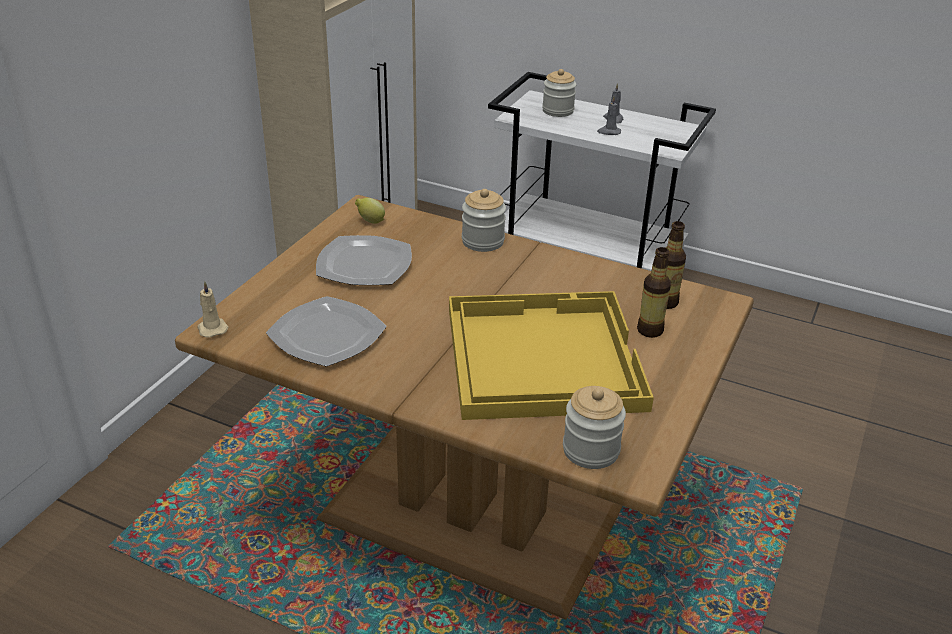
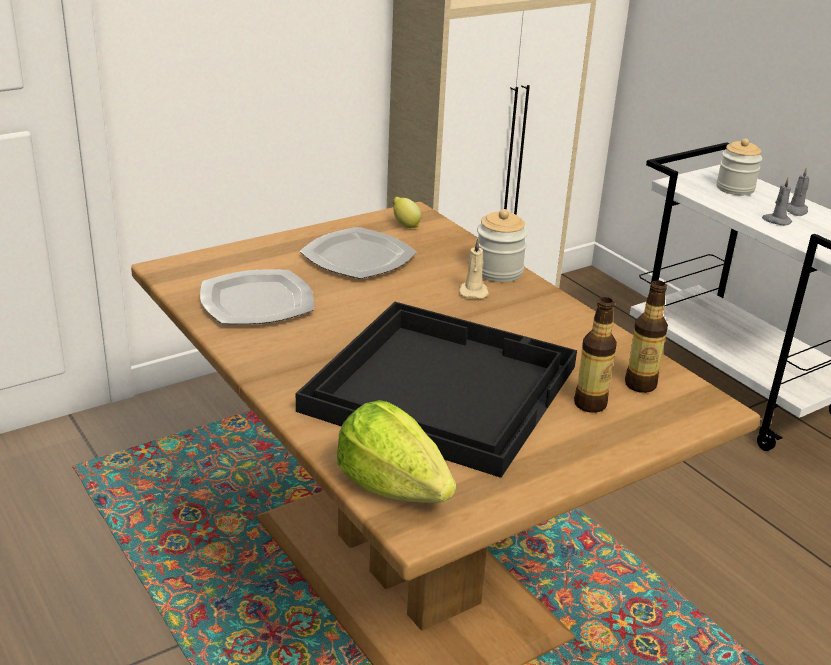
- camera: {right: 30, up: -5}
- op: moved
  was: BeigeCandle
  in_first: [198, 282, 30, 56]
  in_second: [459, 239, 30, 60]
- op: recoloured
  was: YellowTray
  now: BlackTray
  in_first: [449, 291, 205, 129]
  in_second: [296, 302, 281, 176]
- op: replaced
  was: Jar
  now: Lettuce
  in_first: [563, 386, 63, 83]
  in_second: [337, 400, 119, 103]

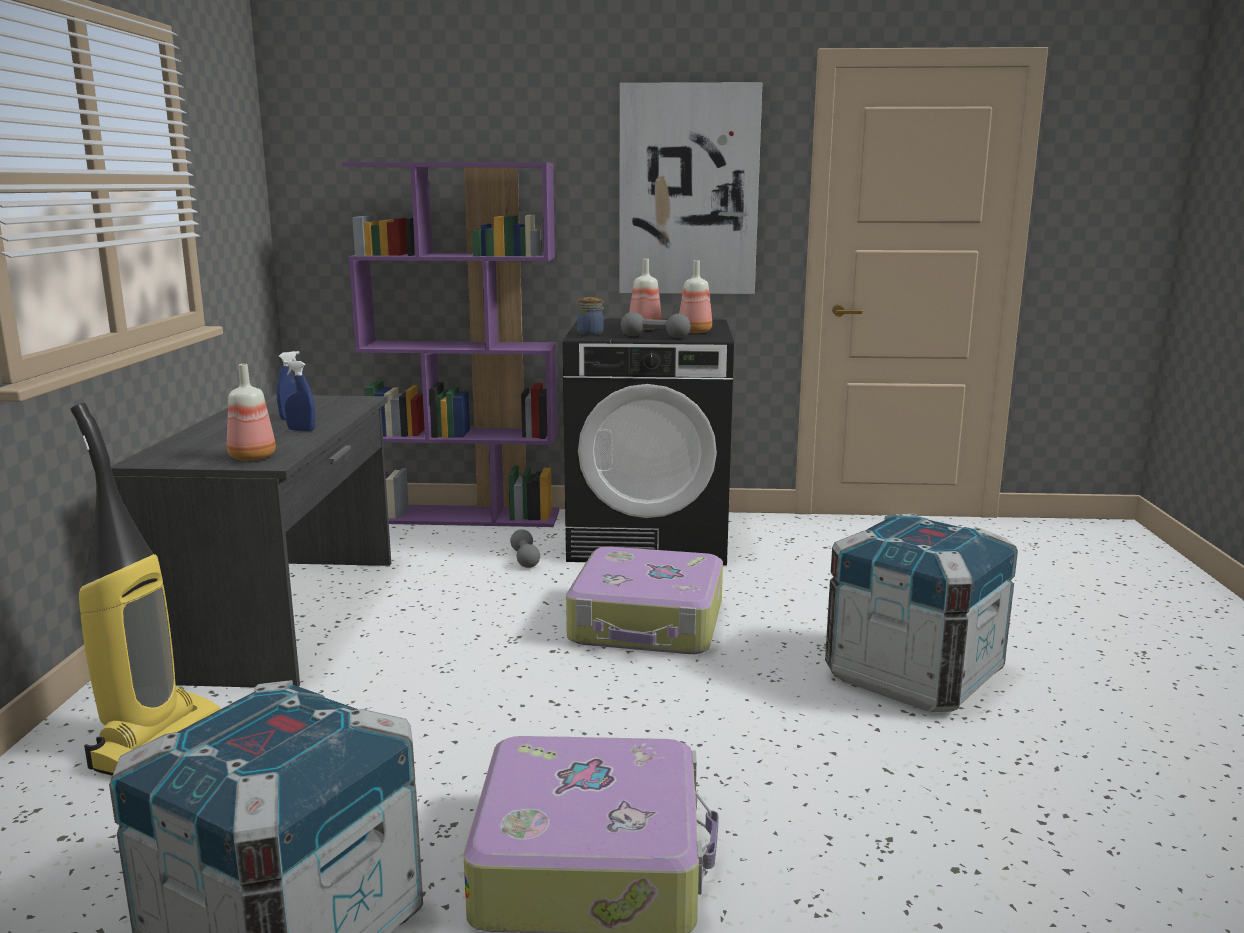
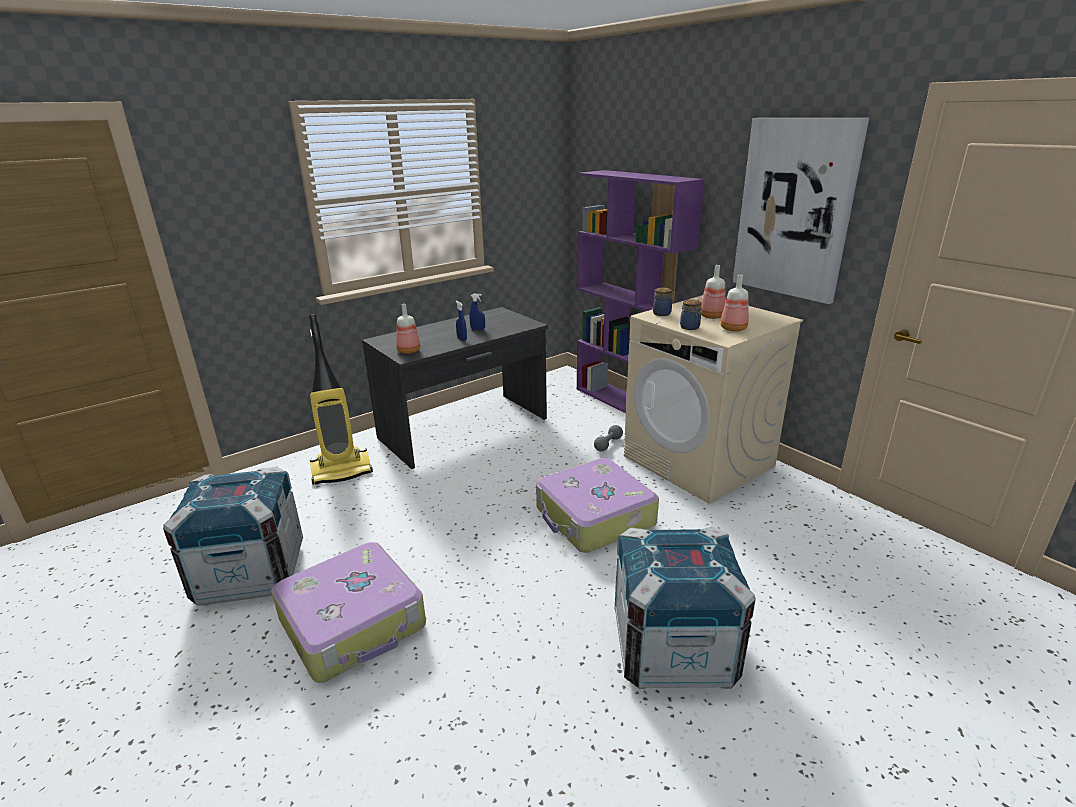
- camera: {right: 50, up: 10}
- op: replaced
  was: GreyDumbbell
  now: Jar
  in_first: [621, 312, 70, 26]
  in_second: [680, 299, 22, 31]
- op: recoloured
  was: BlackWashingMachine
  now: BeigeWashingMachine
  in_first: [563, 319, 171, 246]
  in_second: [624, 295, 179, 209]

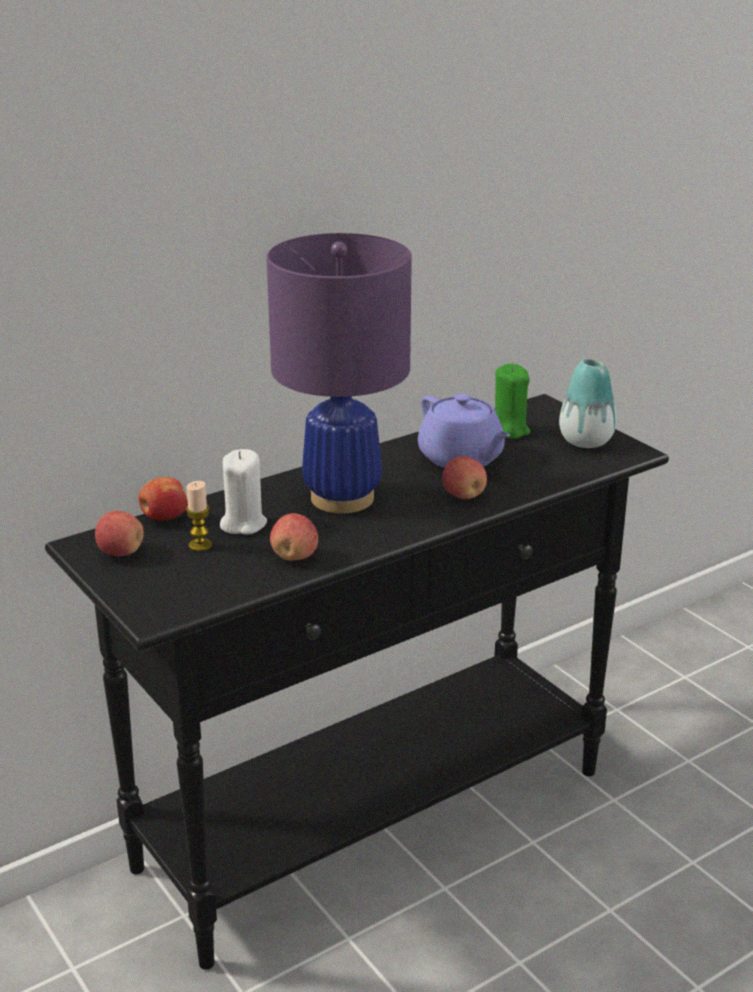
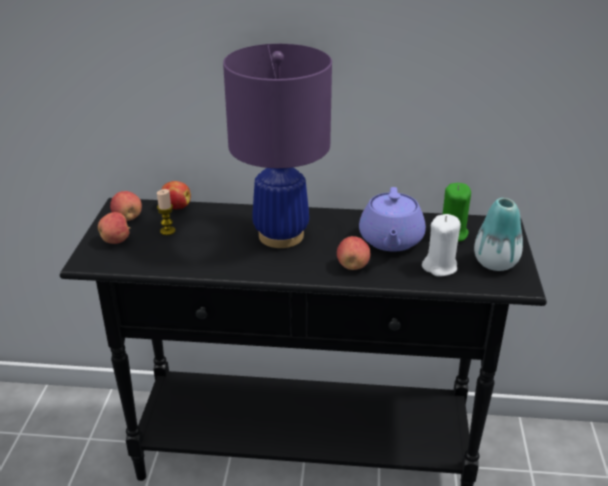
- camera: {right: 40, up: 5}
- op: moved
  was: WhiteCandle
  in_first: [220, 449, 47, 86]
  in_second: [422, 214, 39, 62]
- op: moved
  was: Apple
  in_first: [270, 513, 48, 48]
  in_second: [98, 212, 32, 32]

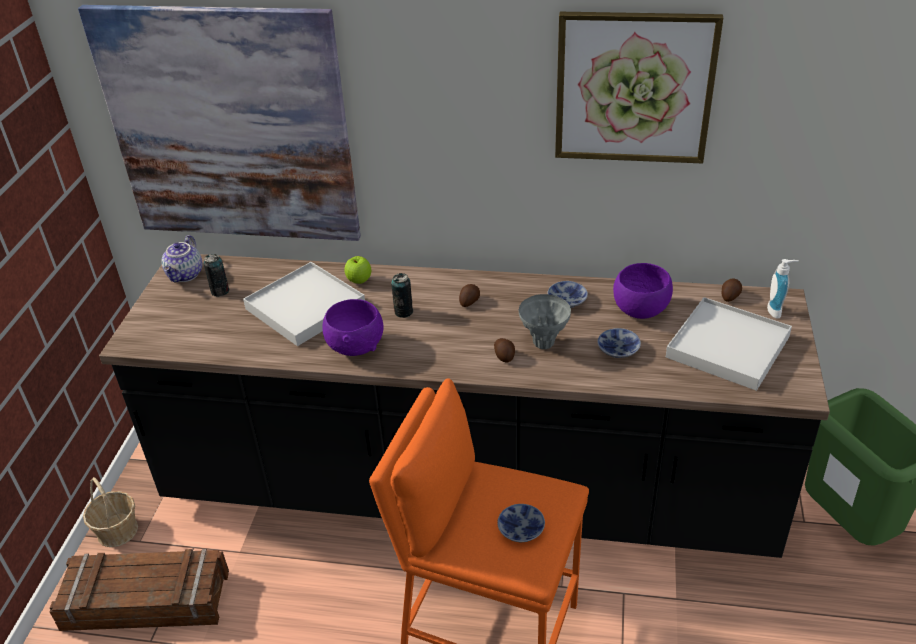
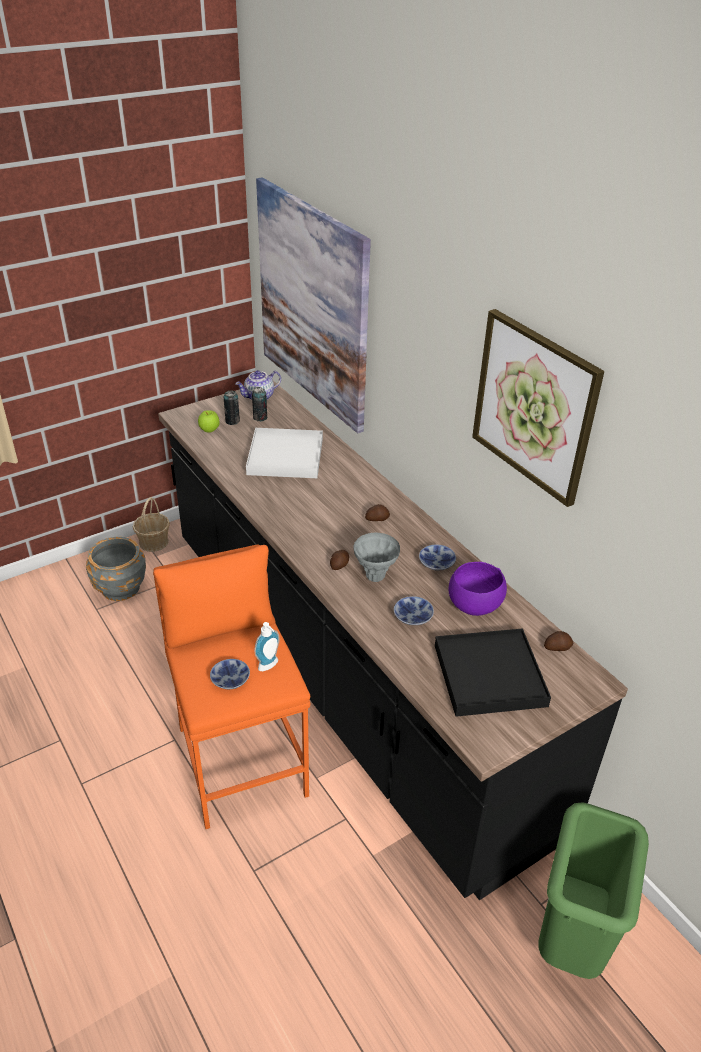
- camera: {right: 45, up: 0}
- op: moved
  was: Apple
  in_first: [345, 256, 26, 28]
  in_second: [198, 410, 22, 23]
- op: moved
  was: SoapDispenser
  in_first: [767, 259, 32, 60]
  in_second: [254, 622, 26, 49]
- op: moved
  was: Can
  in_first: [391, 273, 22, 45]
  in_second: [224, 391, 16, 34]
- op: recoloured
  was: WhiteTray
  now: BlackTray
  in_first: [666, 297, 126, 94]
  in_second: [435, 629, 116, 88]
- op: removed
  was: PurpleBowl
  in_first: [322, 299, 62, 57]
- op: replaced
  was: Crate
  now: GreyPlanter
  in_first: [50, 549, 179, 82]
  in_second: [86, 537, 60, 64]

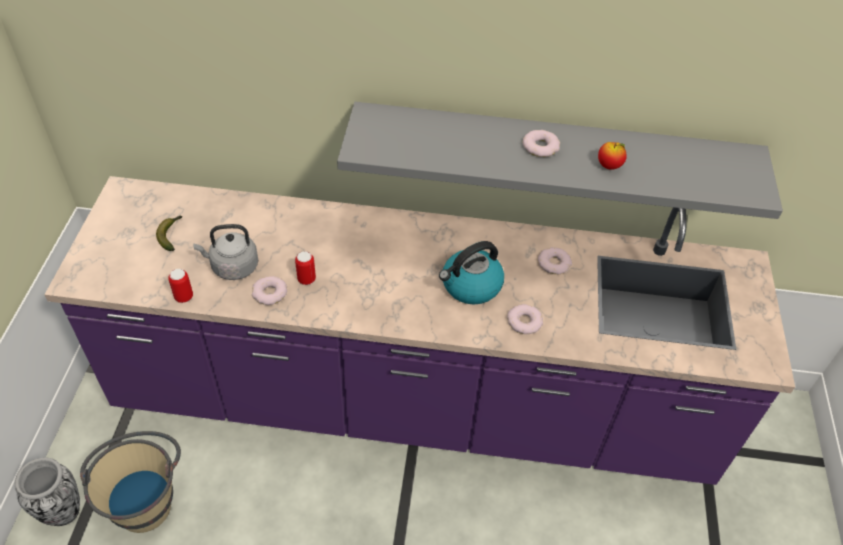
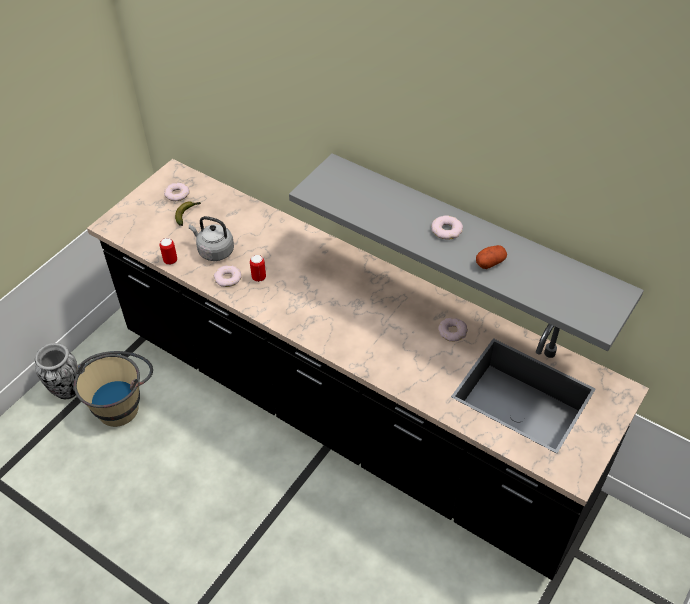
- camera: {right: 30, up: 0}
- op: replaced
  was: Apple
  now: Potato
  in_first: [598, 142, 29, 28]
  in_second: [476, 245, 31, 24]
- op: recoloured
  was: PurpleCounter
  now: BlackCounter
  in_first: [44, 176, 751, 309]
  in_second: [87, 159, 562, 421]
- op: removed
  was: Kettle
  in_first: [439, 241, 65, 63]
- op: moved
  was: Donut
  in_first: [507, 304, 36, 30]
  in_second: [164, 183, 25, 18]

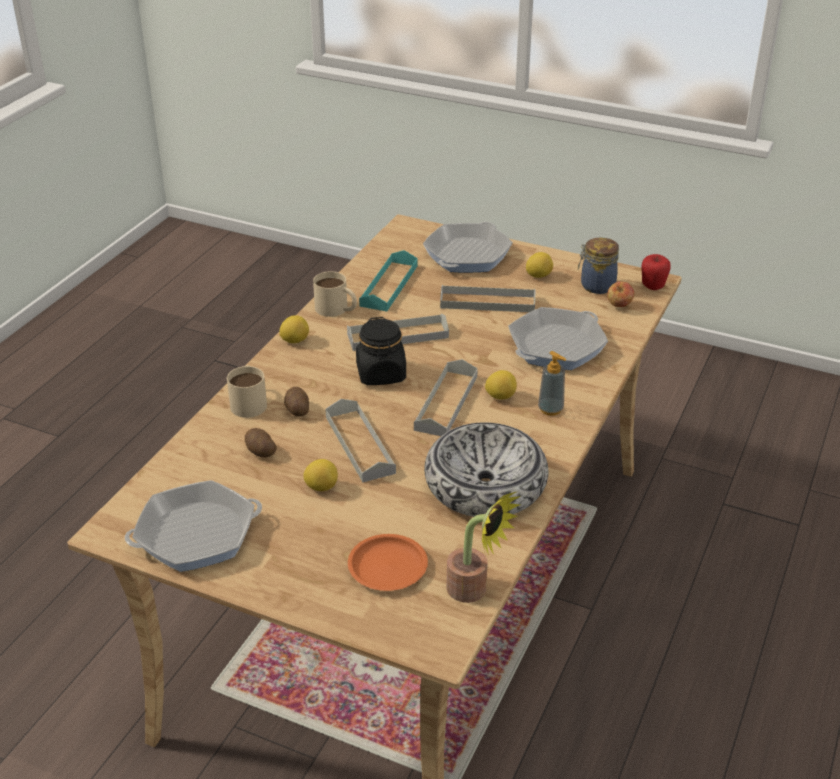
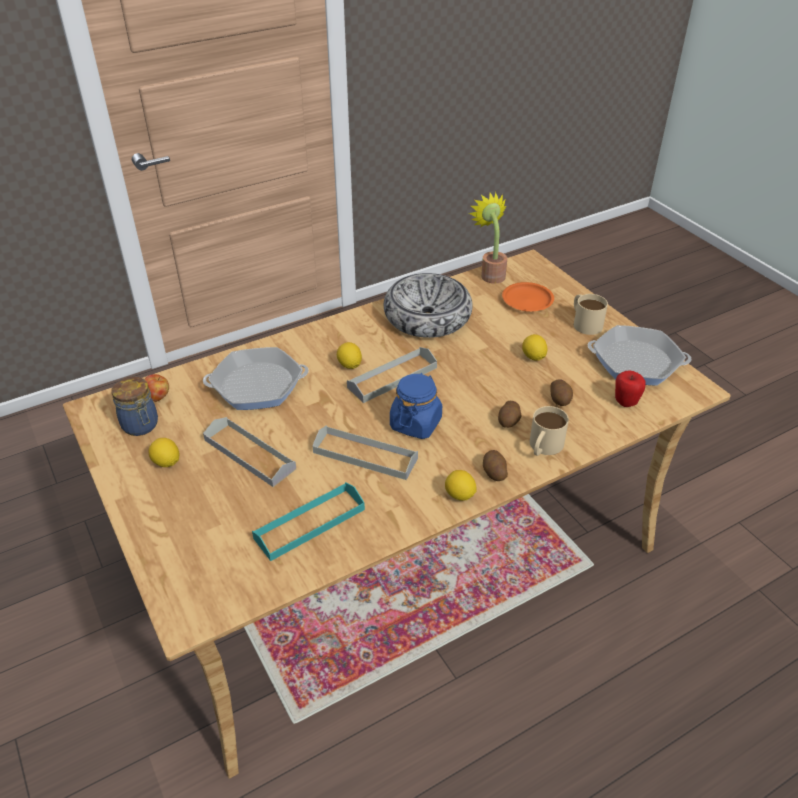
- camera: {right: -145, up: 5}
- op: removed
  was: FryingPan
  in_first: [423, 222, 90, 50]
- op: moved
  was: Apple
  in_first: [641, 254, 30, 36]
  in_second: [615, 370, 31, 37]
- op: moved
  was: BeigeMug
  in_first: [313, 271, 44, 46]
  in_second: [574, 294, 34, 41]
- op: recoloured
  was: BlackJar
  now: BlueJar
  in_first: [356, 317, 50, 68]
  in_second: [390, 373, 52, 66]
- op: removed
  was: SoapDispenser
  in_first: [538, 351, 29, 65]
- op: removed
  was: GreyTray
  in_first: [326, 399, 70, 83]
- op: added
  now: Potato
  in_second: [483, 450, 25, 31]

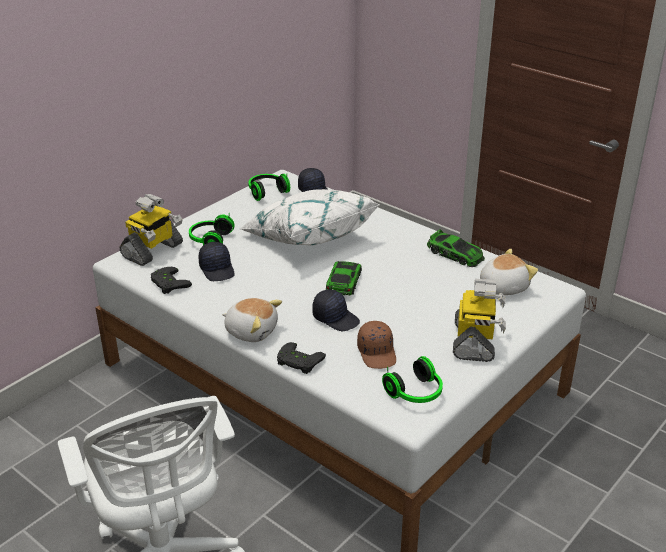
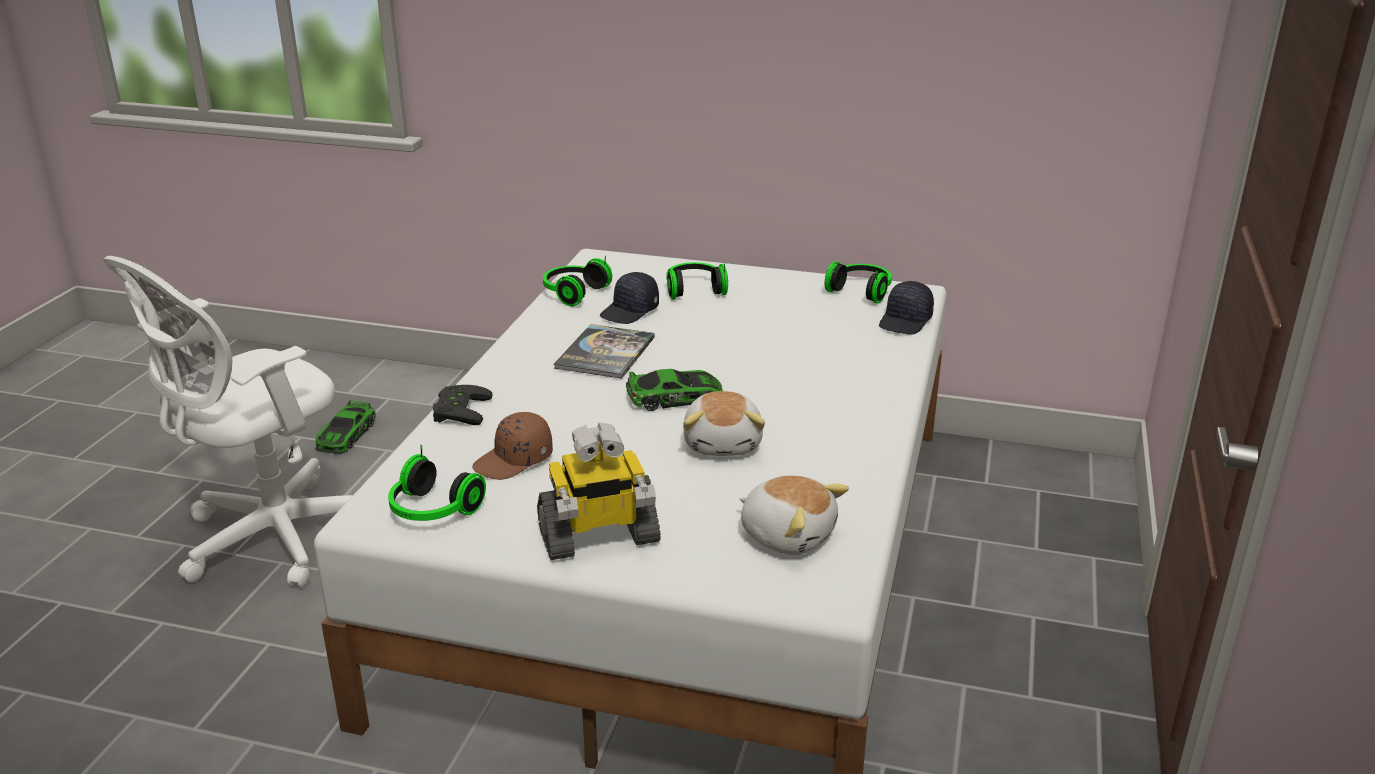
- camera: {right: 65, up: -5}
- op: removed
  was: WhitePillow
  in_first: [240, 189, 140, 57]
- op: removed
  was: ToyRobot
  in_first: [120, 194, 63, 72]
- op: moved
  was: ToyCar
  in_first: [427, 229, 58, 38]
  in_second: [315, 401, 61, 53]
- op: replaced
  was: BlackGameController
  now: Headphones
  in_first: [151, 267, 41, 27]
  in_second: [543, 255, 69, 52]
- op: removed
  was: BlackCap
  in_first: [312, 290, 48, 41]
- op: moved
  was: PlushToy
  in_first: [222, 298, 60, 44]
  in_second: [683, 391, 82, 65]
- op: added
  now: Book
  in_second: [554, 324, 101, 55]

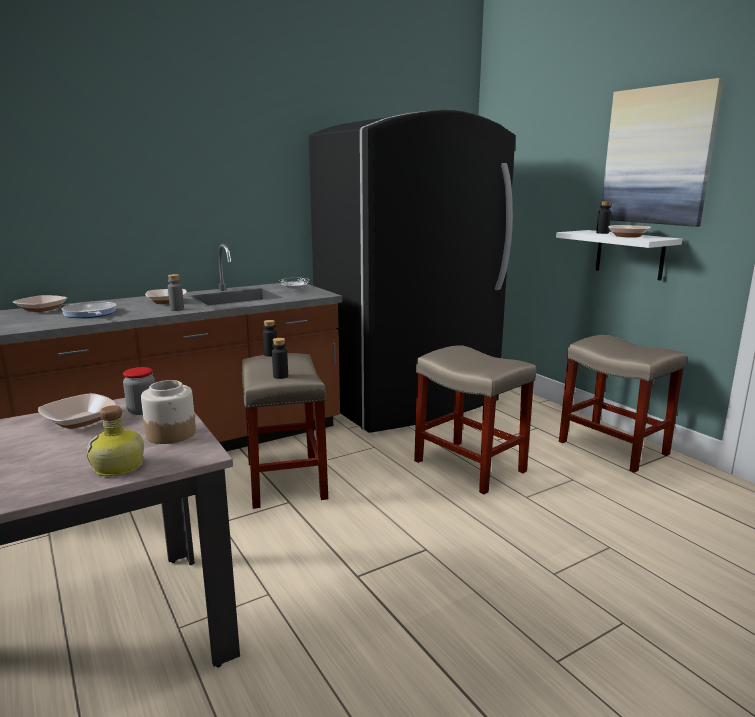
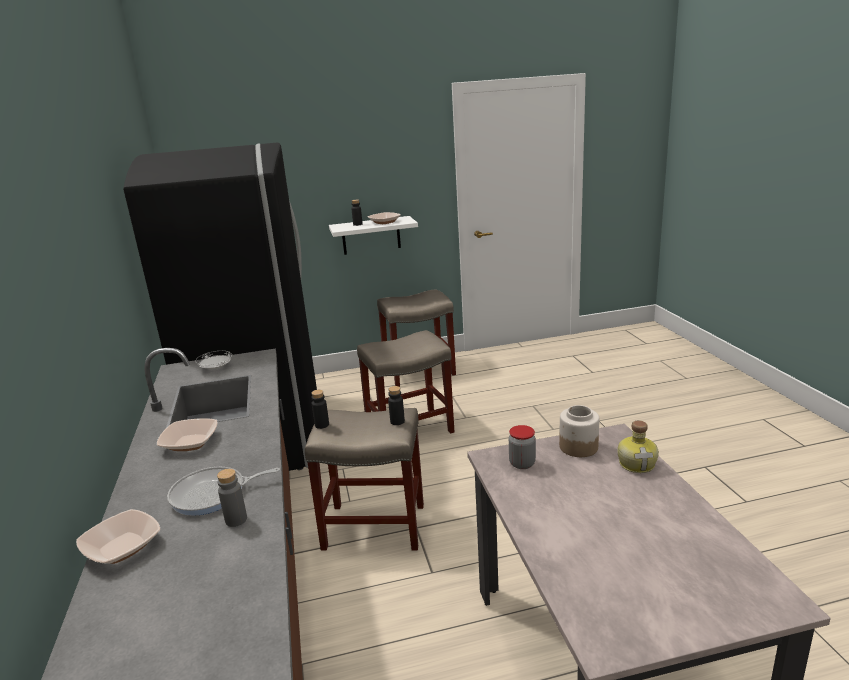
- camera: {right: -70, up: 5}
- op: removed
  was: Picture
  in_first: [602, 78, 121, 149]
- op: moved
  was: GreyBottle
  in_first: [168, 274, 16, 37]
  in_second: [217, 469, 30, 58]
- op: removed
  was: Bowl
  in_first: [38, 393, 78, 36]

